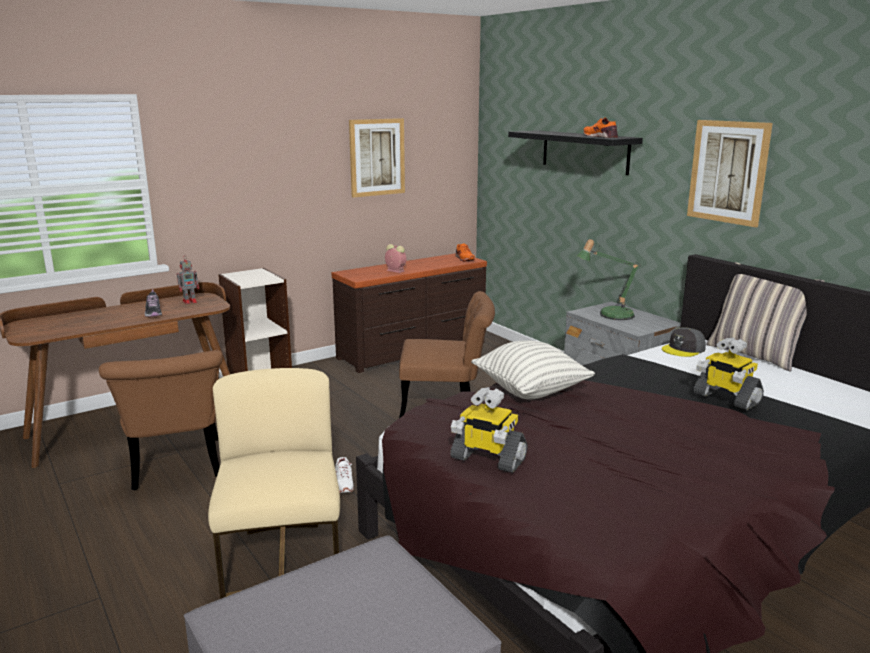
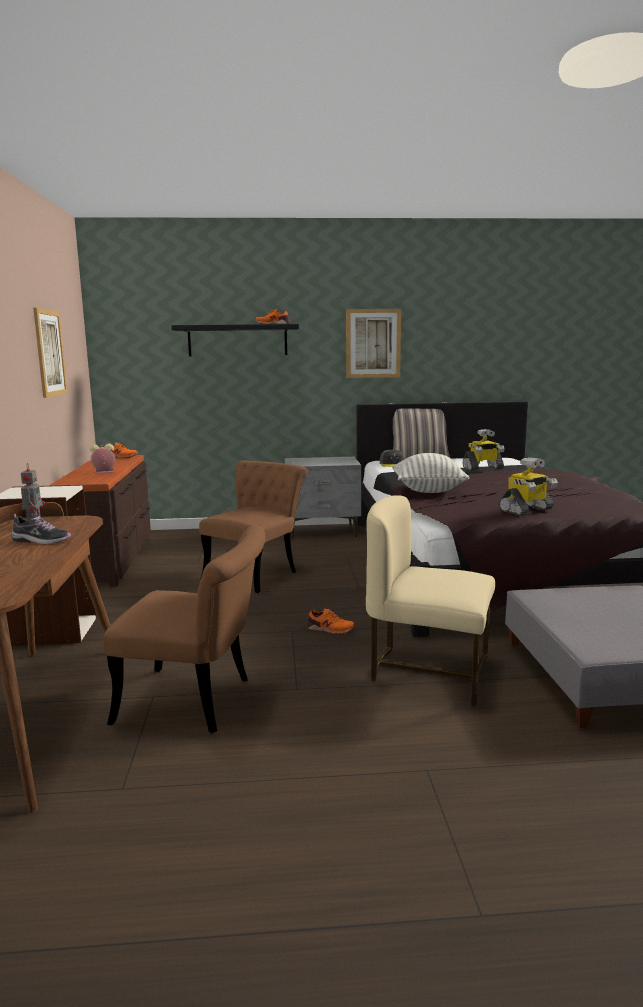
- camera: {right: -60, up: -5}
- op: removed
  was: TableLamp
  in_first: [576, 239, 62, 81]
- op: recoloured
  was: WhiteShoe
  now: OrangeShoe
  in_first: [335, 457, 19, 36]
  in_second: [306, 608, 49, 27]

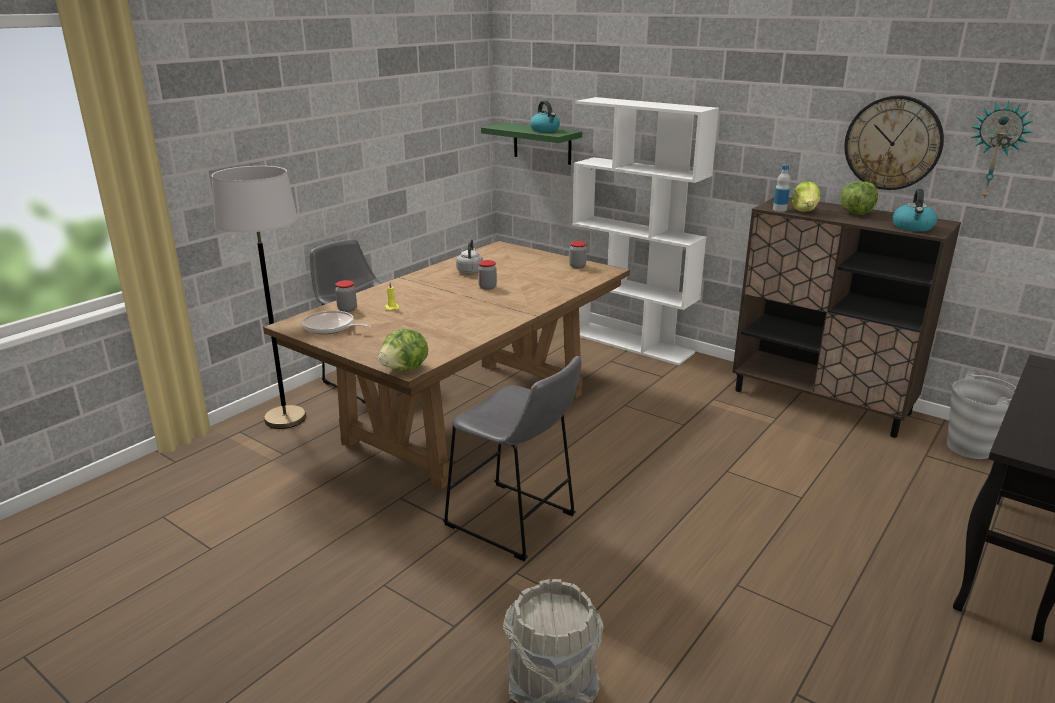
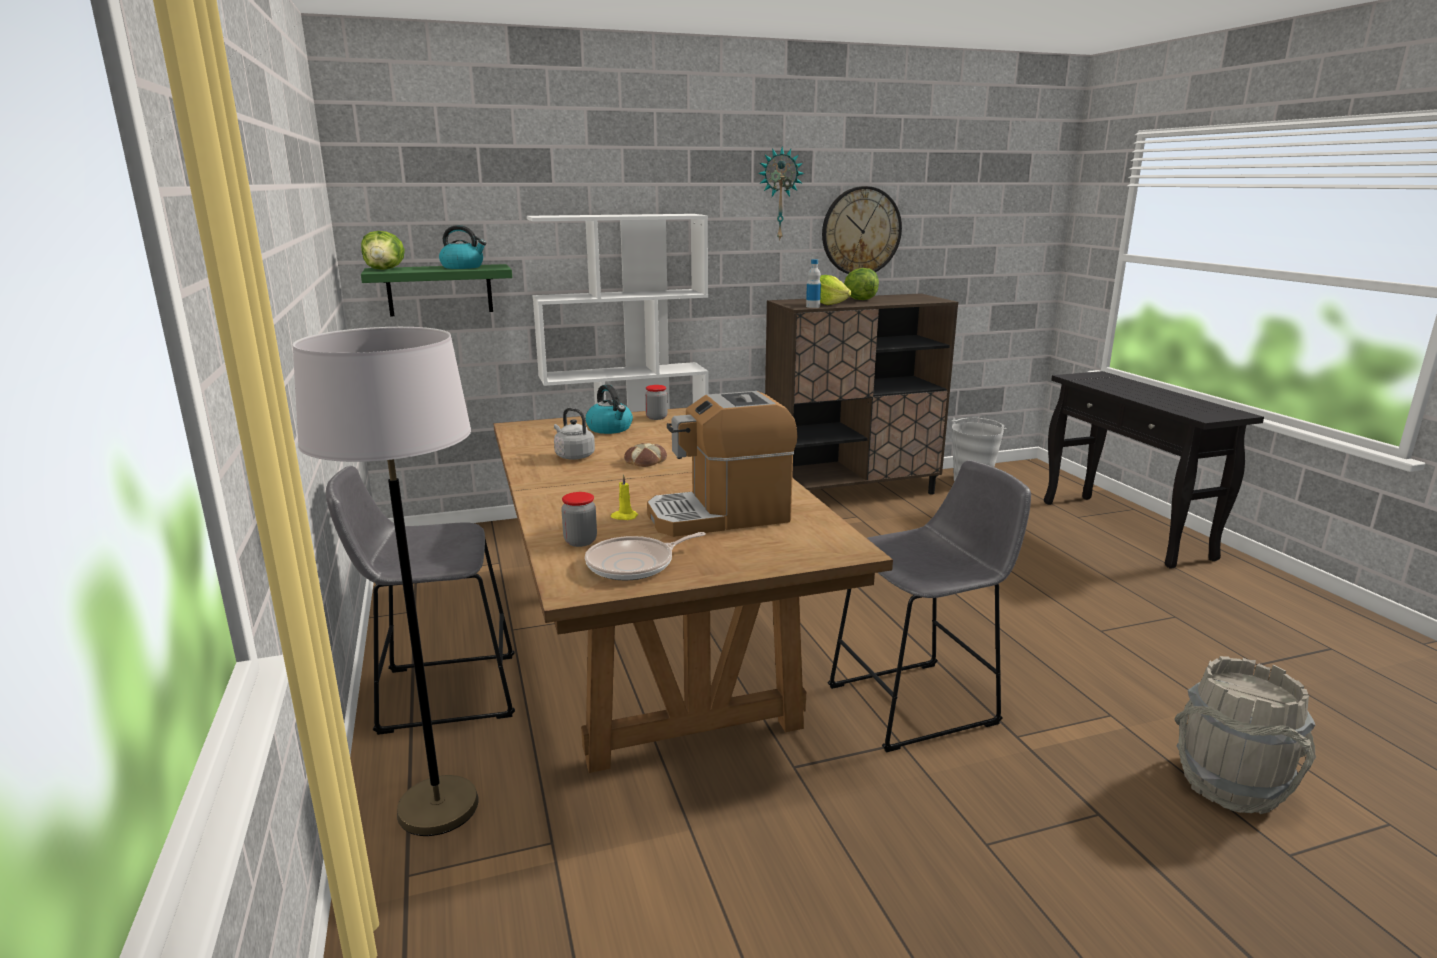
- camera: {right: -55, up: -5}
- op: moved
  was: WallClock
  in_first: [971, 101, 62, 99]
  in_second: [758, 147, 46, 94]
- op: moved
  was: Kettle
  in_first: [893, 189, 44, 43]
  in_second: [585, 384, 48, 50]
- op: replaced
  was: Jar
  now: Bread
  in_first: [478, 260, 19, 30]
  in_second: [624, 443, 43, 24]
- op: moved
  was: Lettuce
  in_first: [378, 329, 50, 42]
  in_second: [361, 231, 44, 39]
- op: added
  now: CoffeeMachine
  in_second: [647, 391, 151, 146]

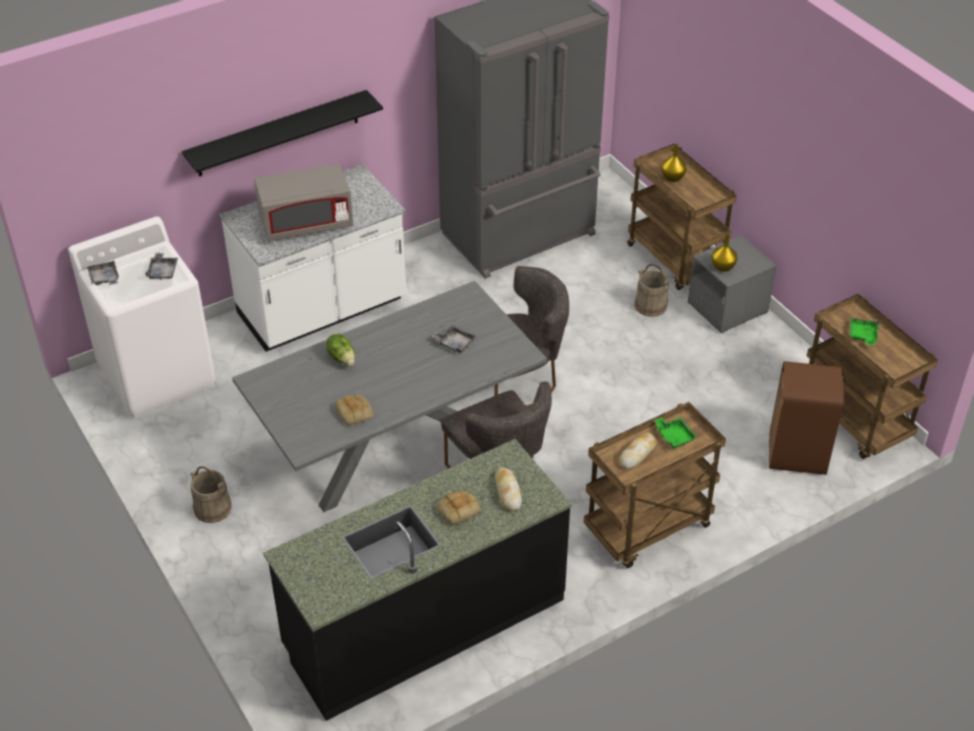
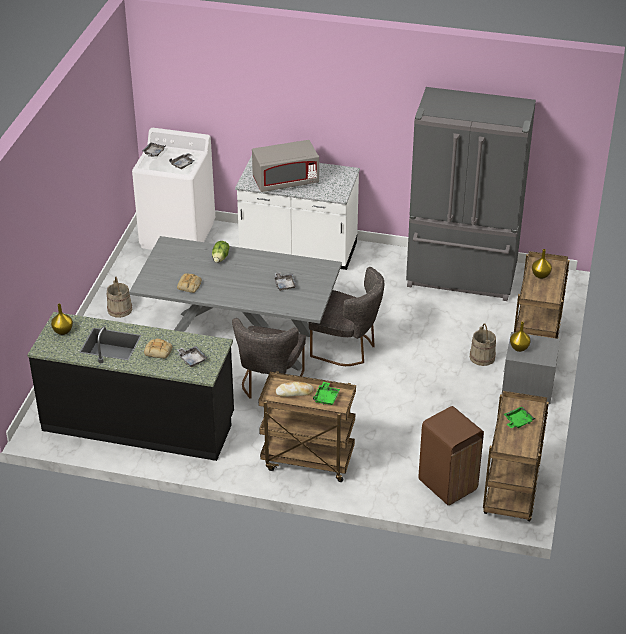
- camera: {right: 45, up: -5}
- op: removed
  was: BlackShelf
  in_first: [182, 90, 201, 86]
- op: turned
  was: GreyMicrowave
  in_first: [254, 163, 99, 79]
  in_second: [252, 140, 67, 52]
  clockwise: -45
- op: replaced
  was: Bread
  now: GreyTray
  in_first: [495, 468, 27, 43]
  in_second: [177, 346, 30, 21]
- op: added
  now: YellowVase
  in_second: [51, 304, 22, 31]

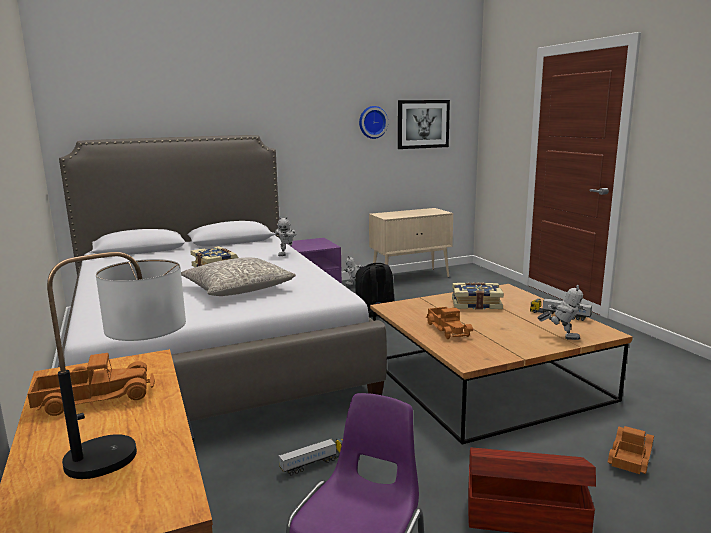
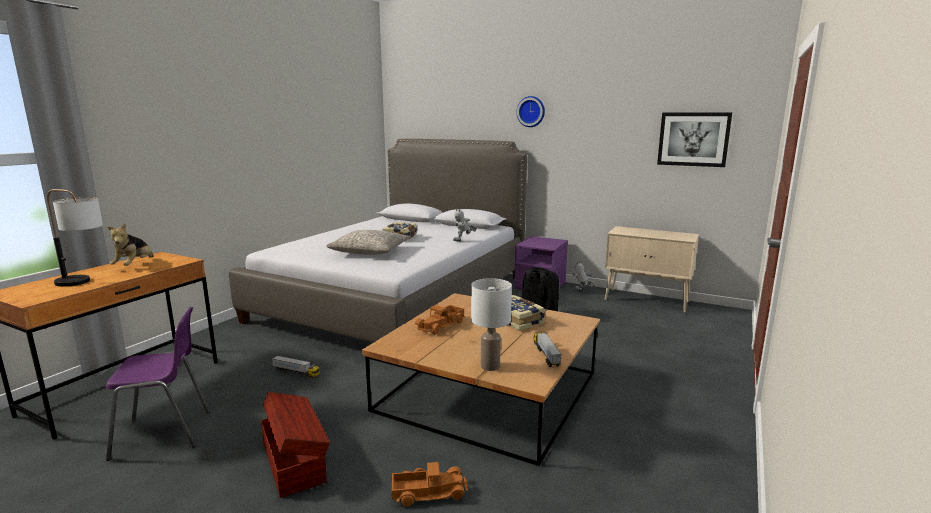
- camera: {right: 50, up: 0}
- op: moved
  was: WallClock
  in_first: [359, 106, 29, 33]
  in_second: [516, 96, 29, 31]
- op: replaced
  was: ToyRobot
  now: WhiteTableLamp
  in_first: [538, 285, 49, 55]
  in_second: [471, 278, 41, 93]
- op: replaced
  was: ToyTruck
  now: PlushToy
  in_first: [28, 353, 127, 63]
  in_second: [108, 224, 45, 42]

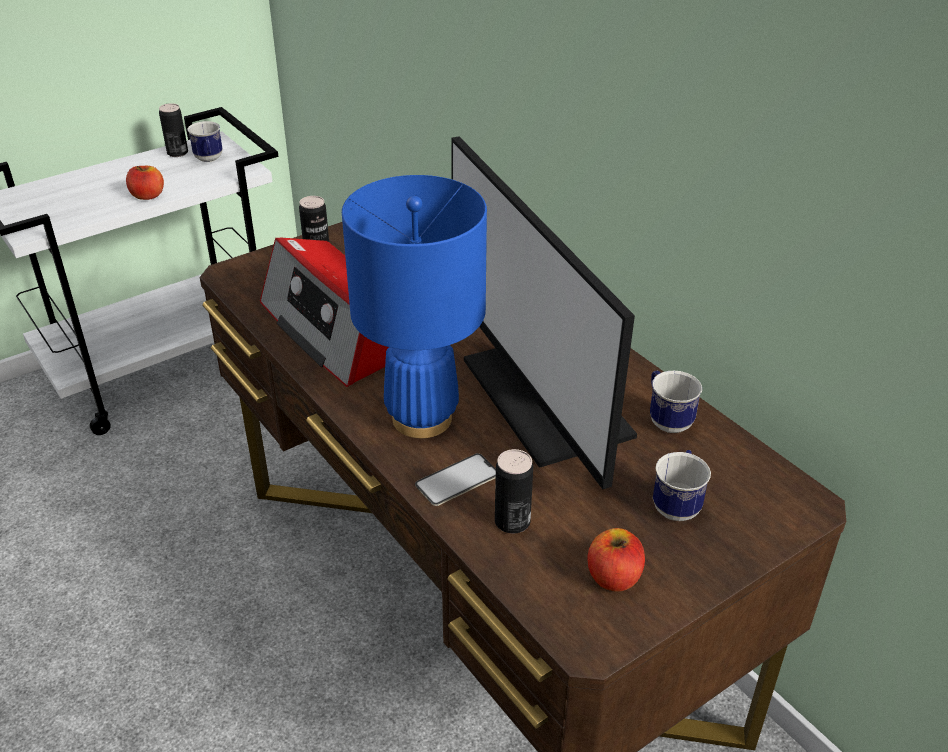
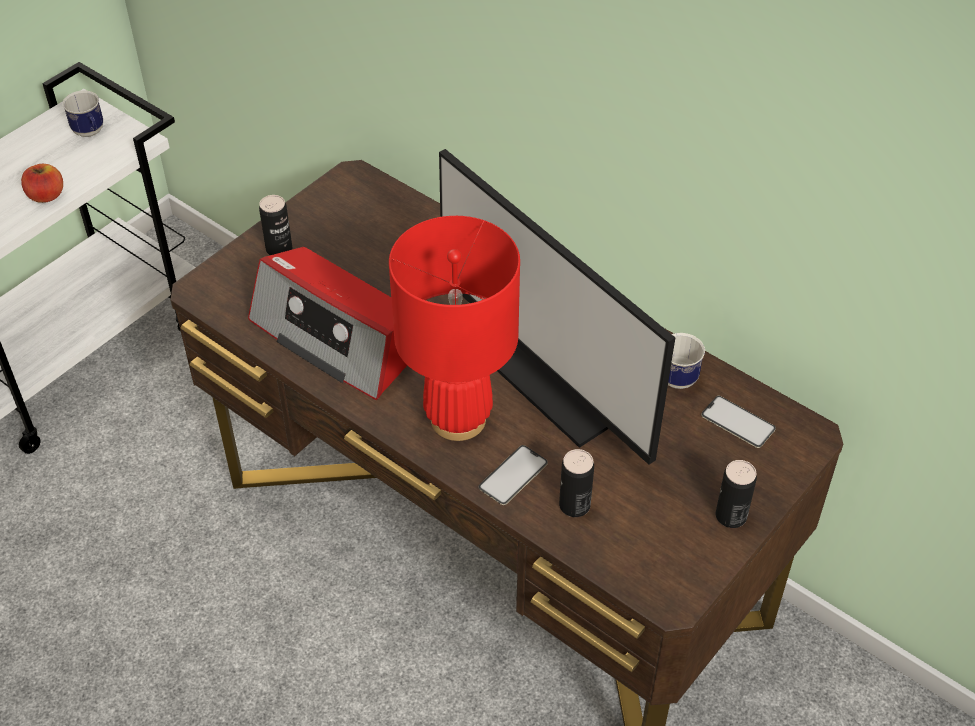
- camera: {right: -15, up: 10}
- op: moved
  was: Can
  in_first: [159, 103, 29, 54]
  in_second: [716, 460, 41, 68]
- op: recoloured
  was: BlueTableLamp
  now: RedTableLamp
  in_first: [342, 175, 145, 263]
  in_second: [389, 216, 131, 225]
- op: removed
  was: Mug
  in_first: [653, 450, 58, 71]
- op: removed
  was: Apple
  in_first: [587, 528, 58, 64]
- op: added
  now: Phone
  in_second: [701, 396, 75, 52]

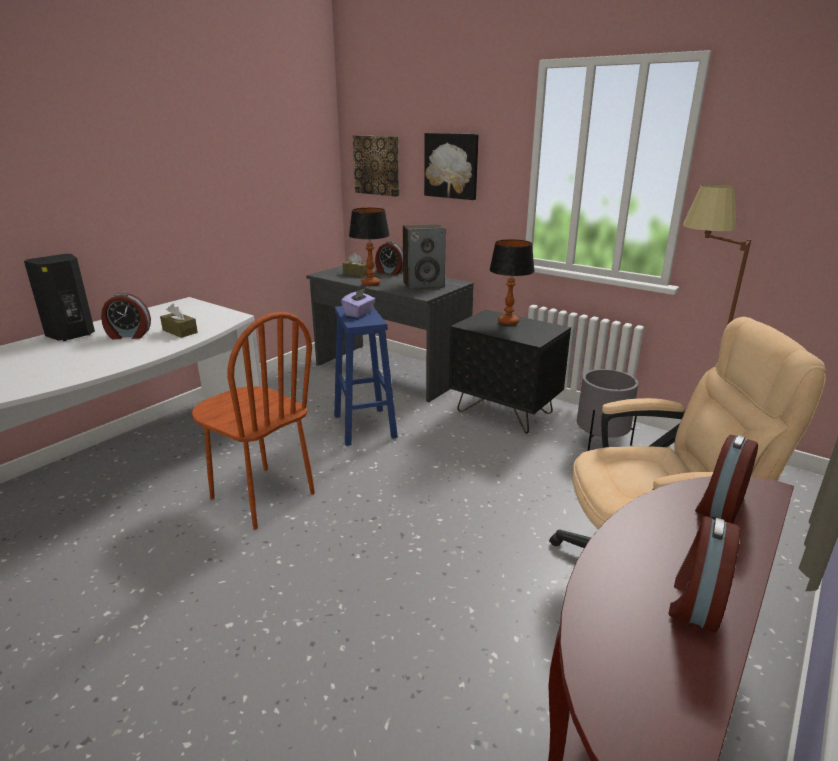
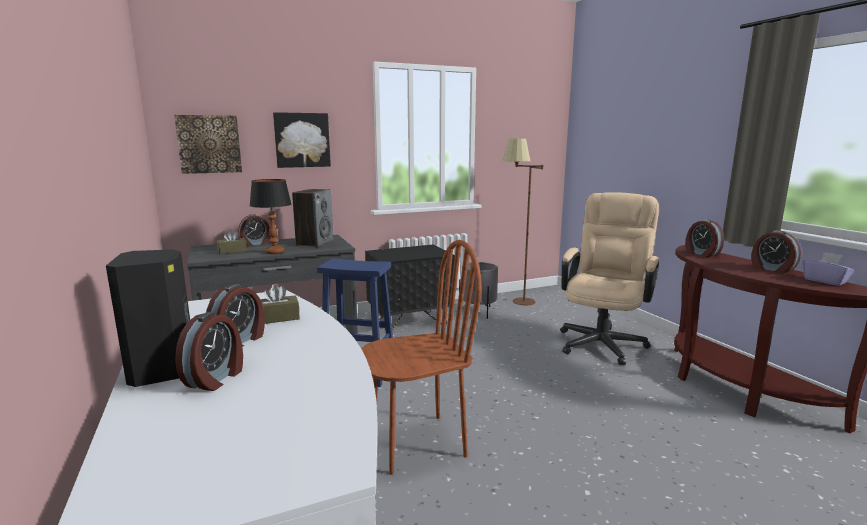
- camera: {right: -60, up: -10}
- op: removed
  was: TableLamp
  in_first: [489, 239, 46, 86]
- op: moved
  was: PurpleTissueBox
  in_first: [341, 288, 34, 30]
  in_second: [803, 252, 51, 34]
- op: added
  now: AlarmClock
  in_second: [175, 312, 68, 79]

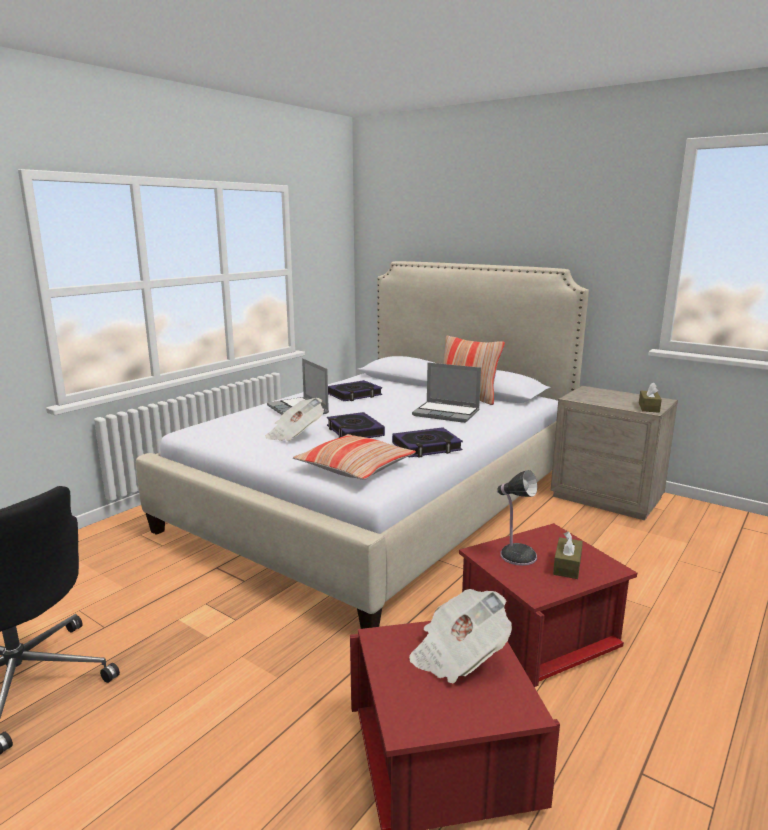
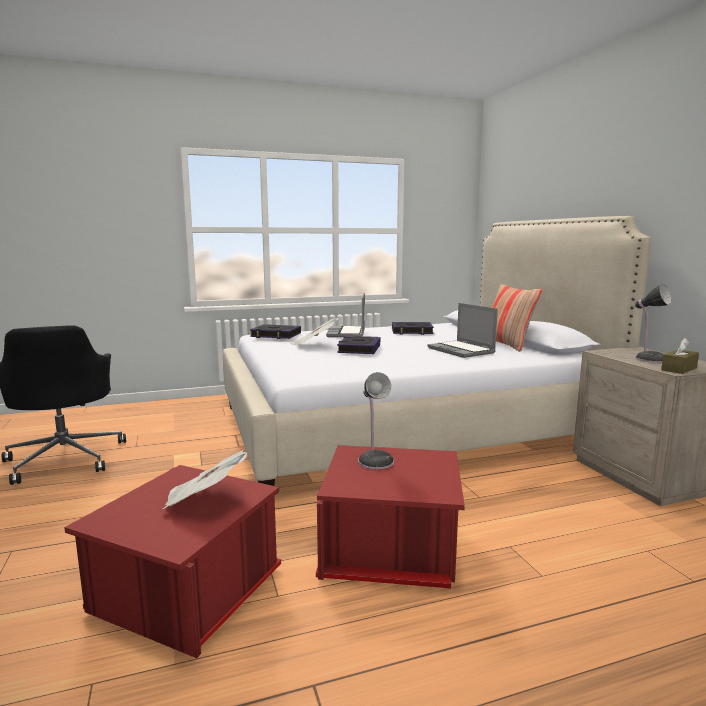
- camera: {right: 35, up: -5}
- op: moved
  was: Book
  in_first: [392, 427, 71, 31]
  in_second: [250, 324, 51, 15]
- op: removed
  was: Pillow
  in_first: [293, 434, 123, 46]
- op: removed
  was: BrownTissueBox
  in_first: [553, 531, 30, 48]
- op: added
  now: TableLamp
  in_second: [634, 284, 37, 79]

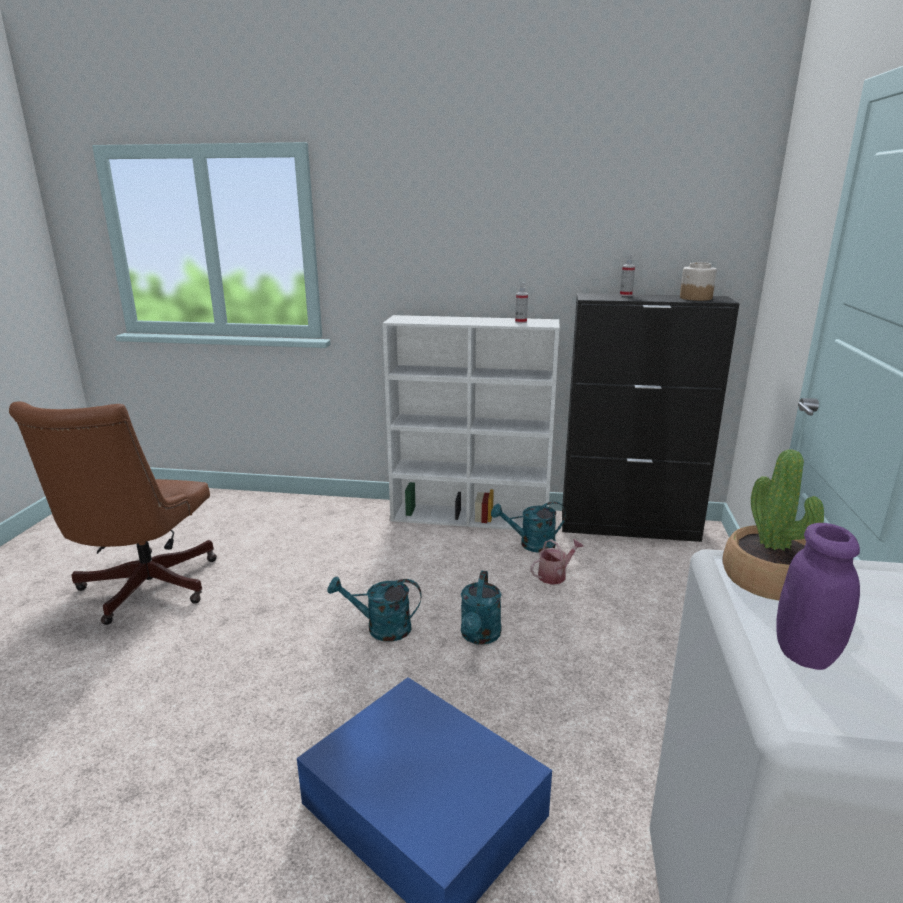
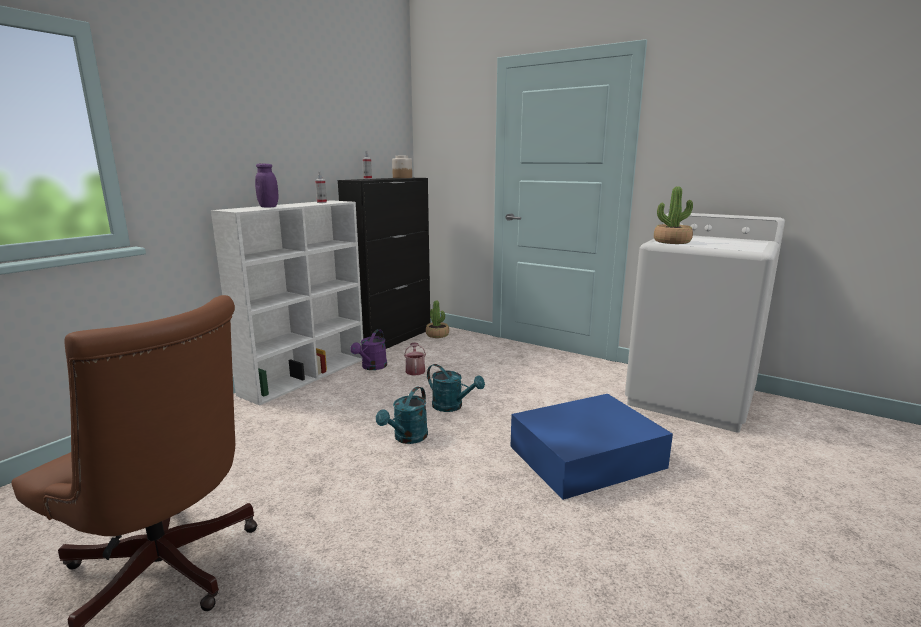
- camera: {right: -65, up: -5}
- op: recoloured
  was: TurquoiseWateringCan
  now: PurpleWateringCan
  in_first: [491, 501, 75, 52]
  in_second: [350, 329, 37, 41]
- op: moved
  was: PurpleJar
  in_first: [777, 523, 83, 147]
  in_second: [255, 163, 24, 44]
- op: added
  now: PottedPlant
  in_second: [425, 301, 24, 37]

